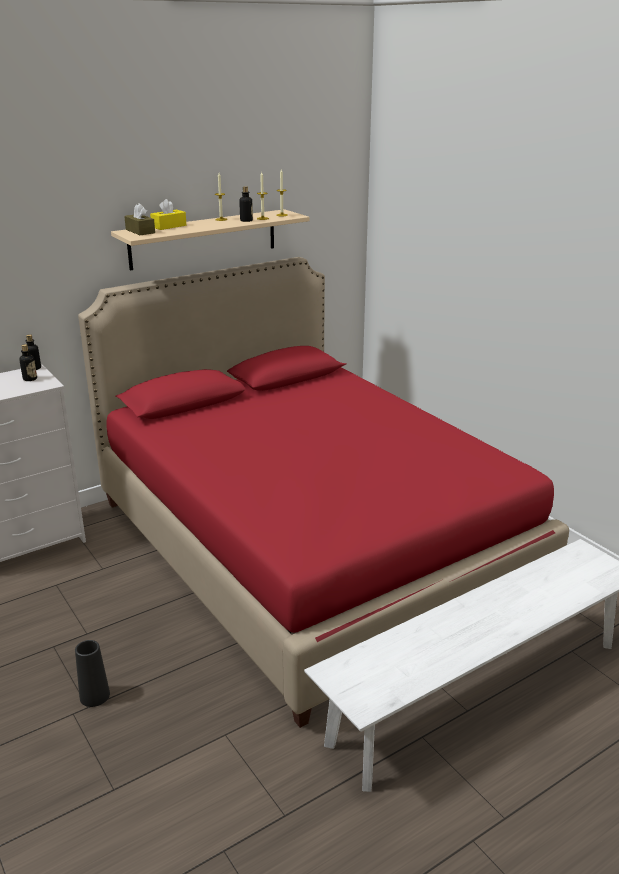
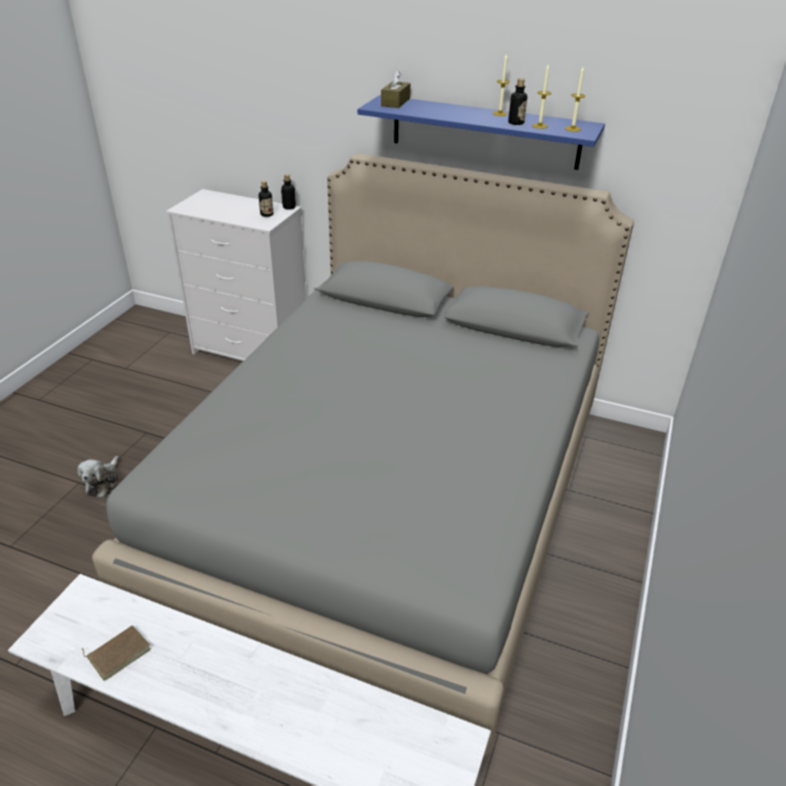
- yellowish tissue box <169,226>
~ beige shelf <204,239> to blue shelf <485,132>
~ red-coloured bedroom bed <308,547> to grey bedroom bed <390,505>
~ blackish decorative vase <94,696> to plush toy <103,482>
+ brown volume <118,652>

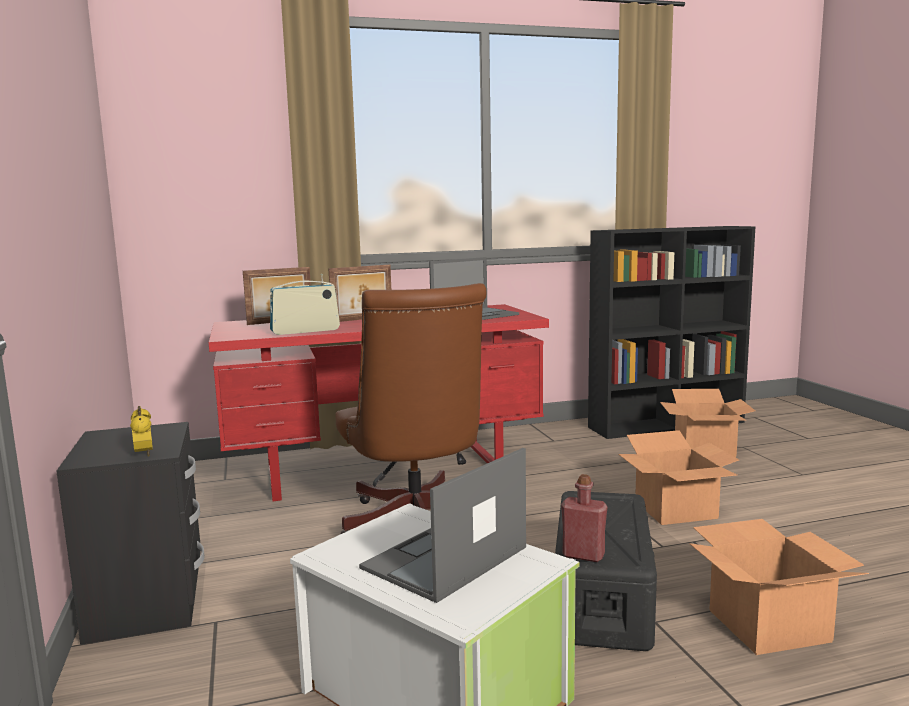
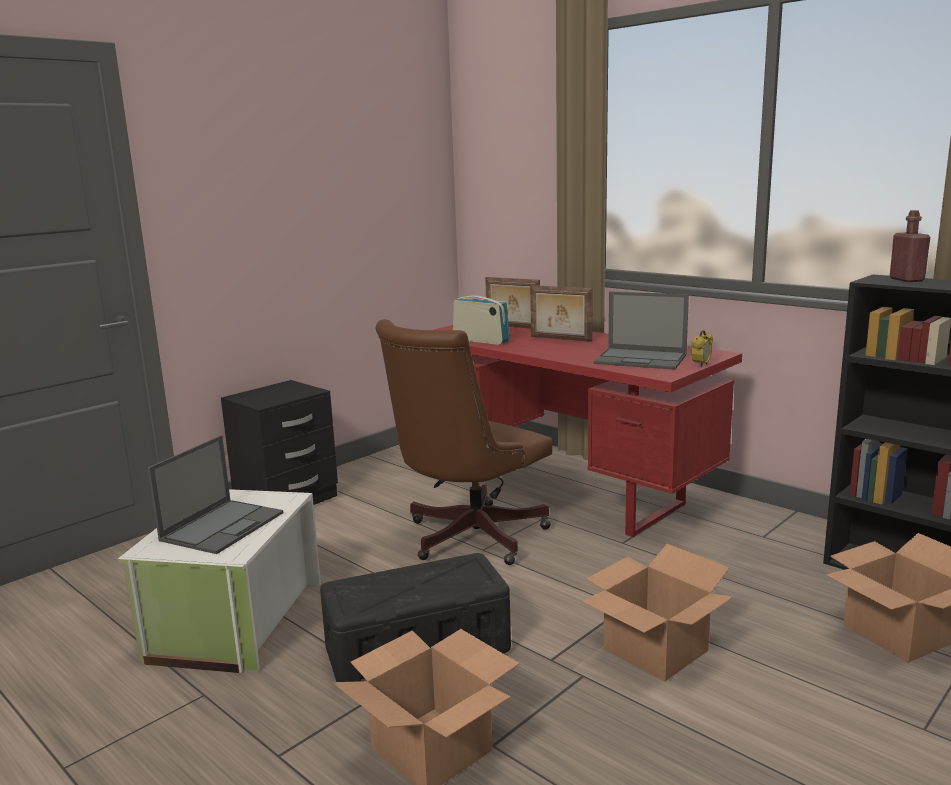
~ alarm clock <144,454> to <701,365>
~ laptop <444,559> = <223,526> 105 degrees clockwise
~ red-coloured beverage bottle <583,555> to <906,280>

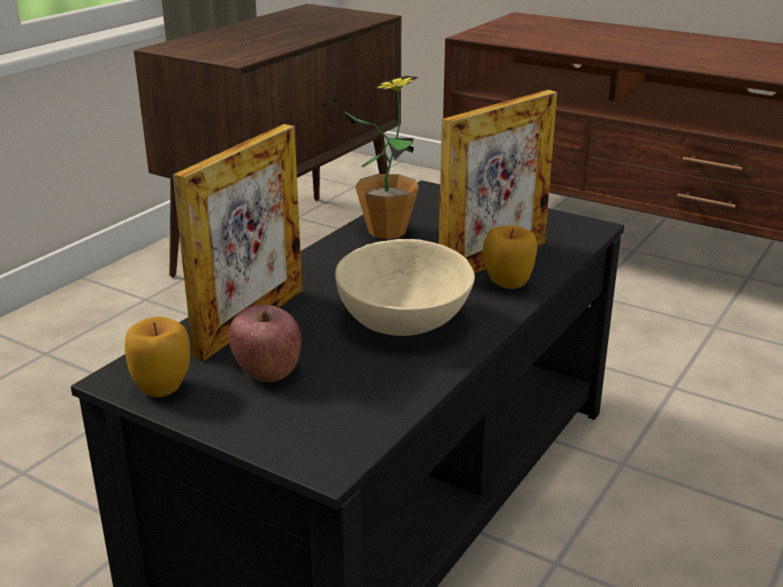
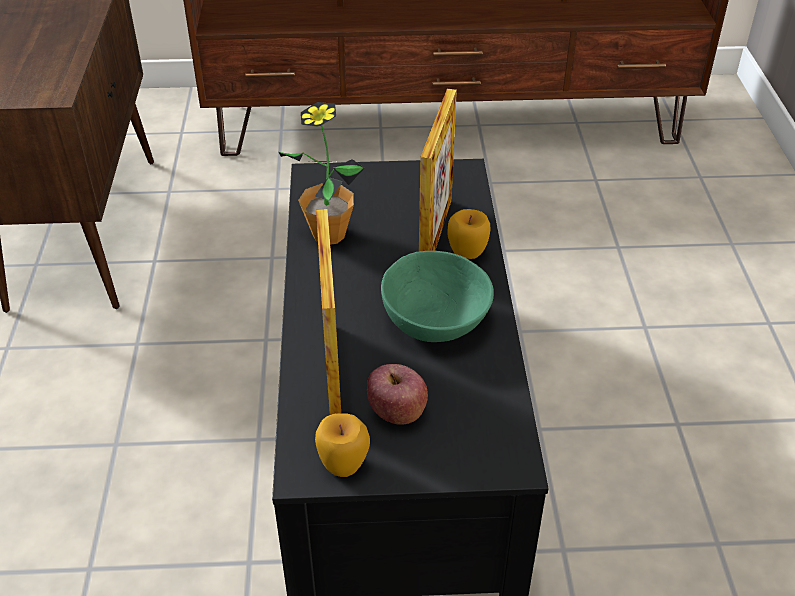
~ beige bowl <402,320> to greenish bowl <433,321>

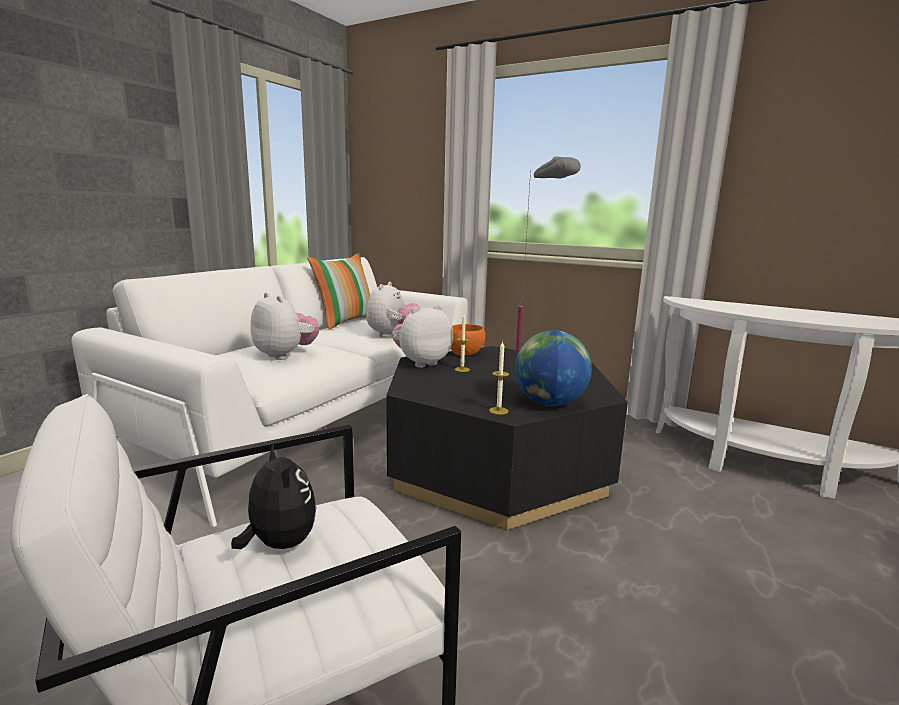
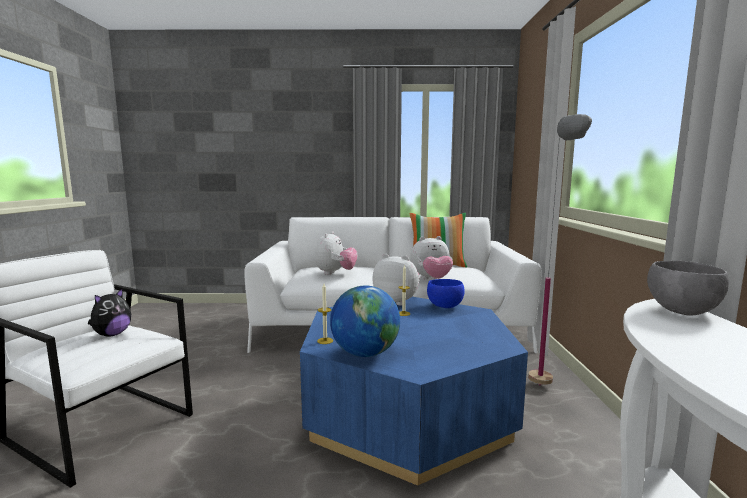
~ orange bowl <465,354> to blue bowl <445,306>
~ blackish lounge table <496,465> to blue lounge table <407,409>
+ grey bowl <681,311>

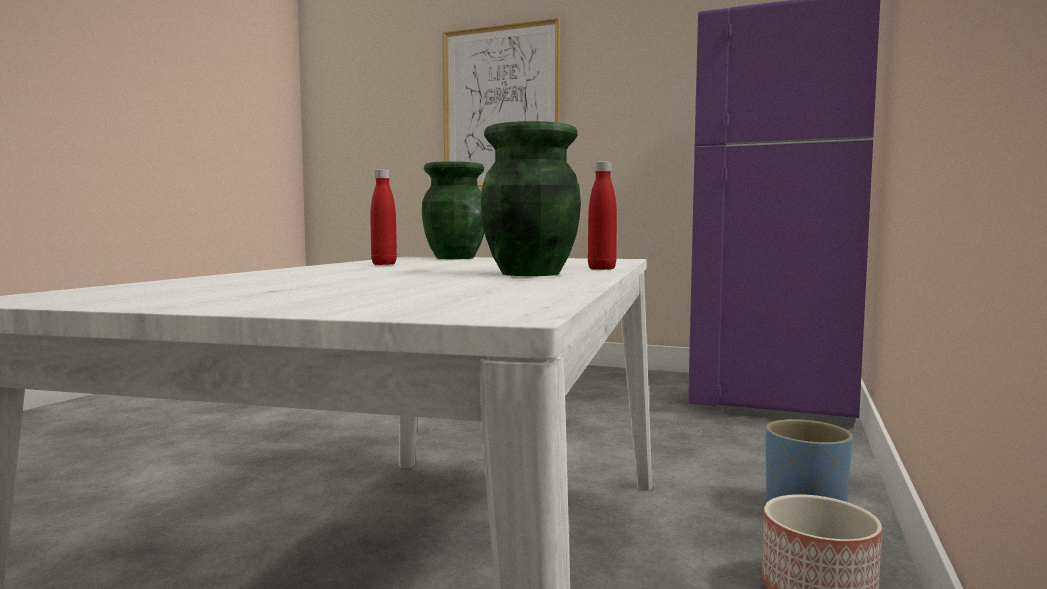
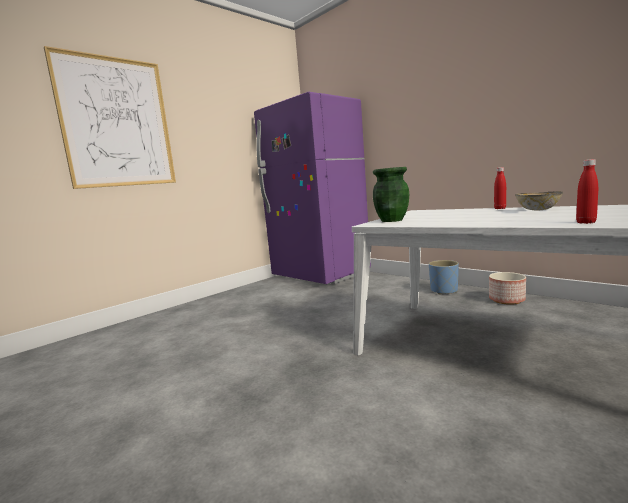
~ greenish decorative vase <530,274> to bowl <538,210>
~ red-coloured beverage bottle <384,264> to <586,222>

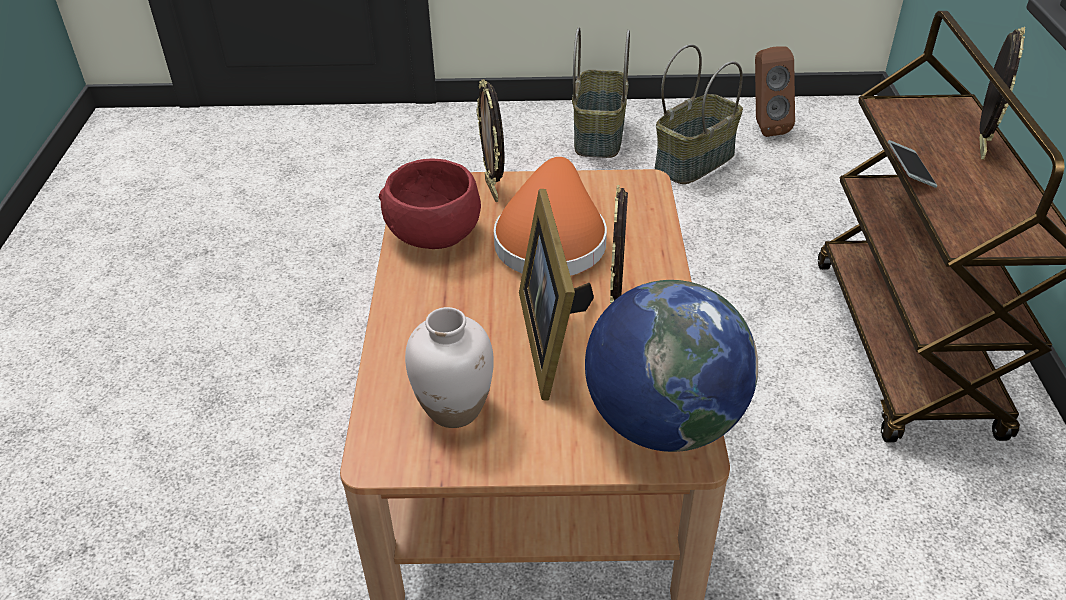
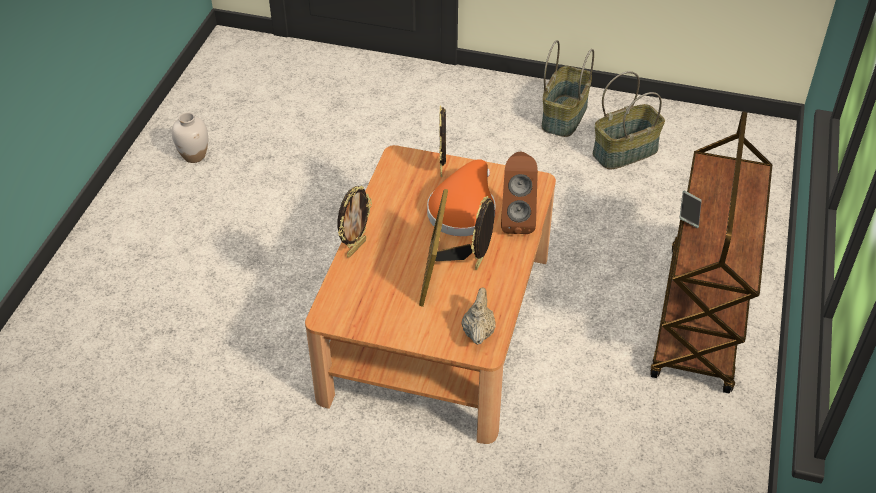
~ standing frame <979,147> to <355,248>
~ brown audio speaker <764,126> to <517,220>
- red-coloured bowl <433,235>
~ desk globe <663,422> to beige tea pot <478,331>
~ whitish decorative vase <455,408> to <194,156>

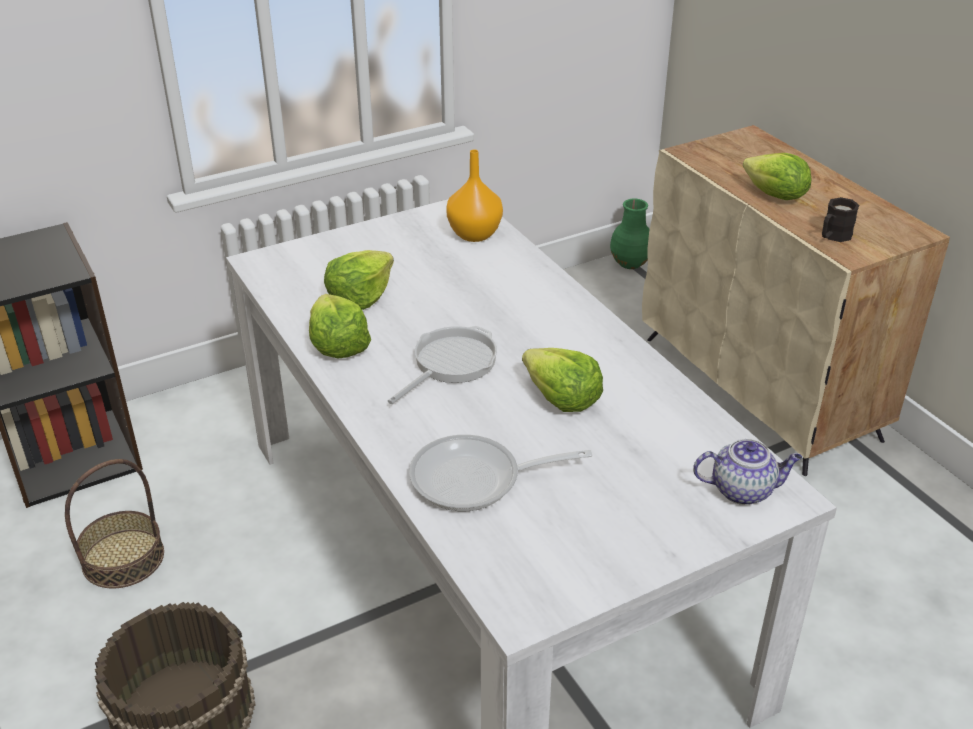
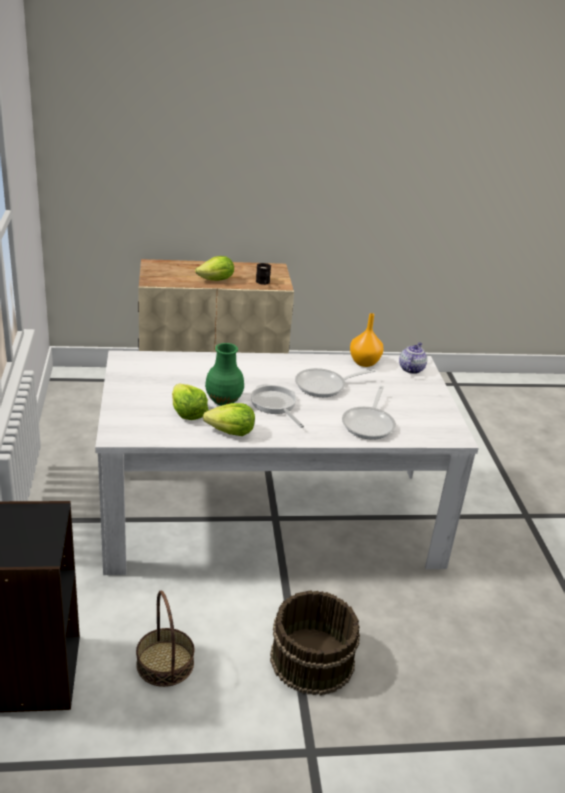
~ orange decorative vase <476,234> to <364,362>
~ greenish decorative vase <630,264> to <224,401>
~ lettuce head <561,398> to skillet <325,386>

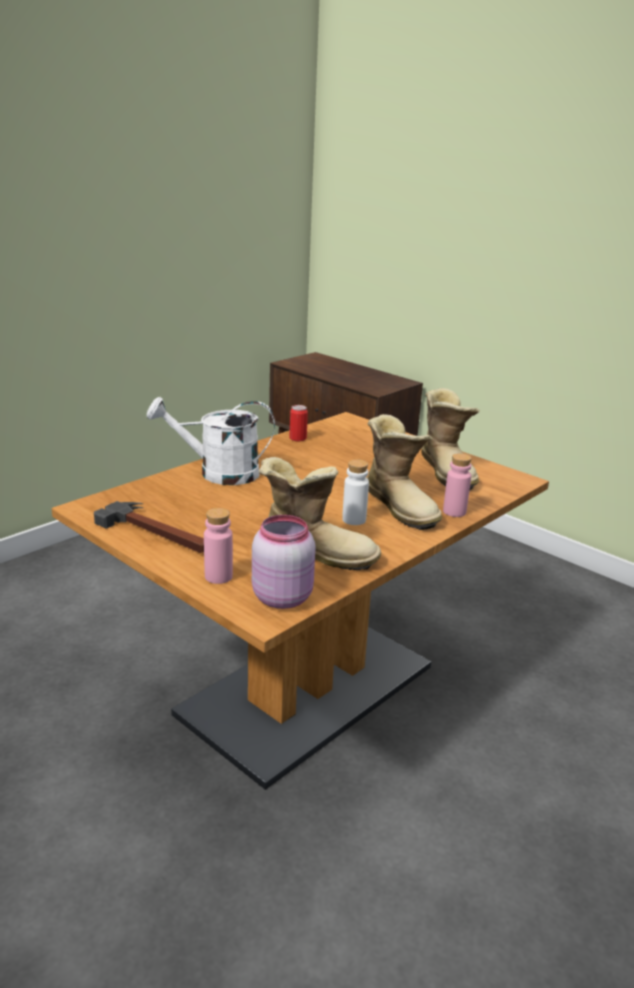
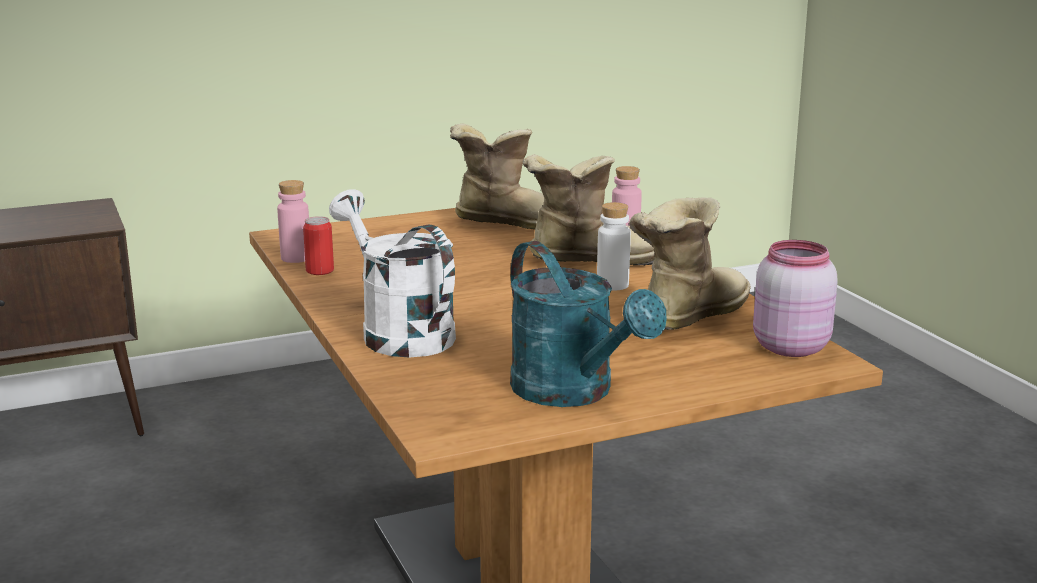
~ whitish watering pot <218,473> = <398,332> 120 degrees clockwise
~ tool hammer <156,533> to turquoise-coloured watering pot <573,393>
~ pink-coloured beverage bottle <218,576> to <296,258>

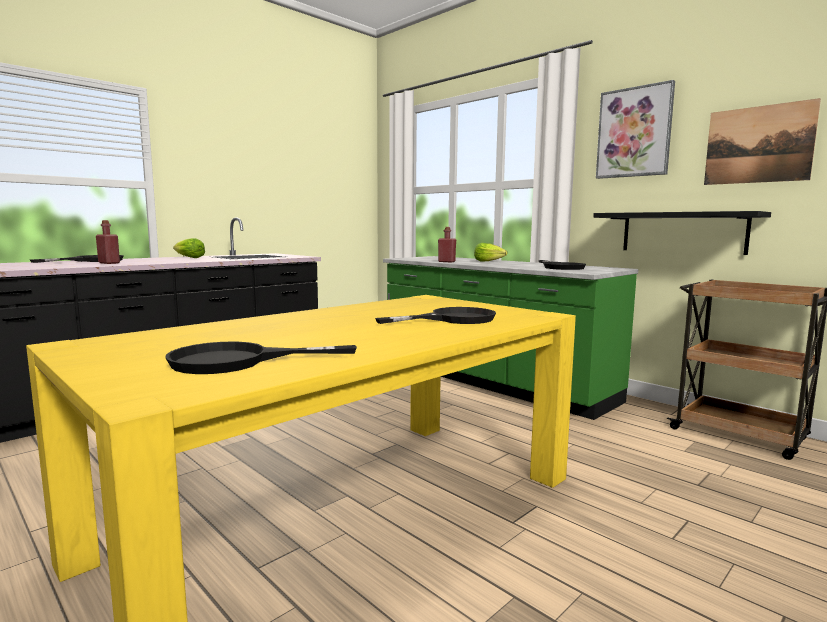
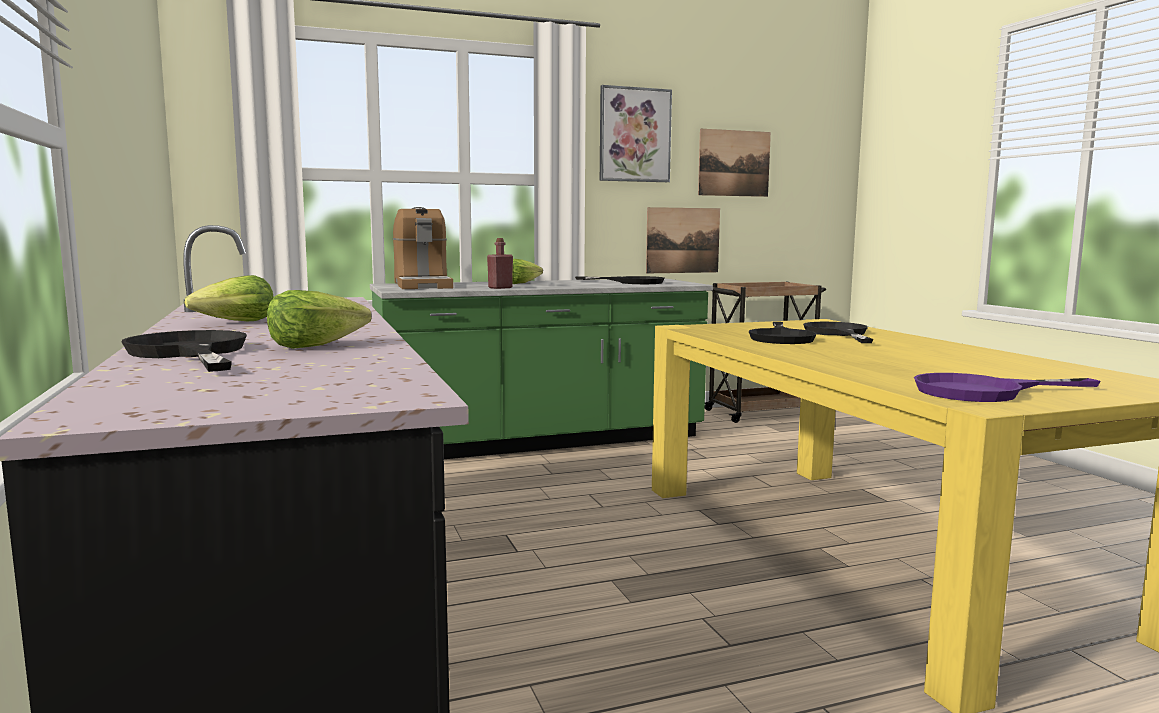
~ blackish shelf <682,232> to wall picture <683,240>
~ red-coloured beverage bottle <109,263> to lettuce head <316,346>
~ blackish skillet <238,361> to <781,337>
+ coffee machine <422,285>
+ purple-coloured skillet <984,392>

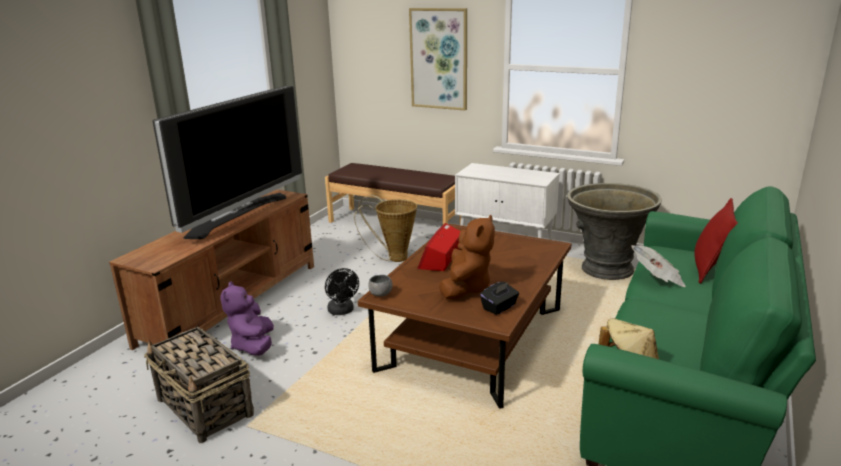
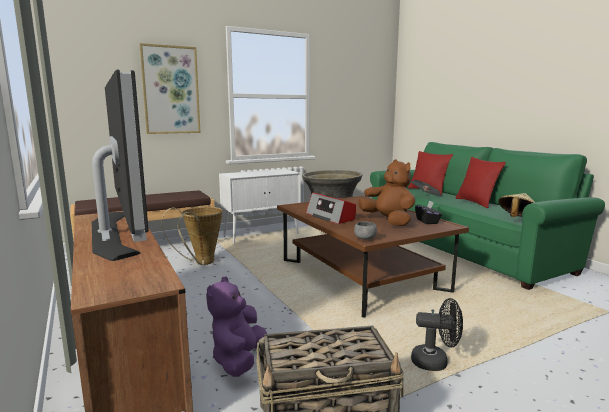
~ blackish electric fan <342,311> to <435,362>
~ purple-coloured plush toy <253,345> = <239,360> 75 degrees clockwise
+ red-coloured cushion <476,203>

